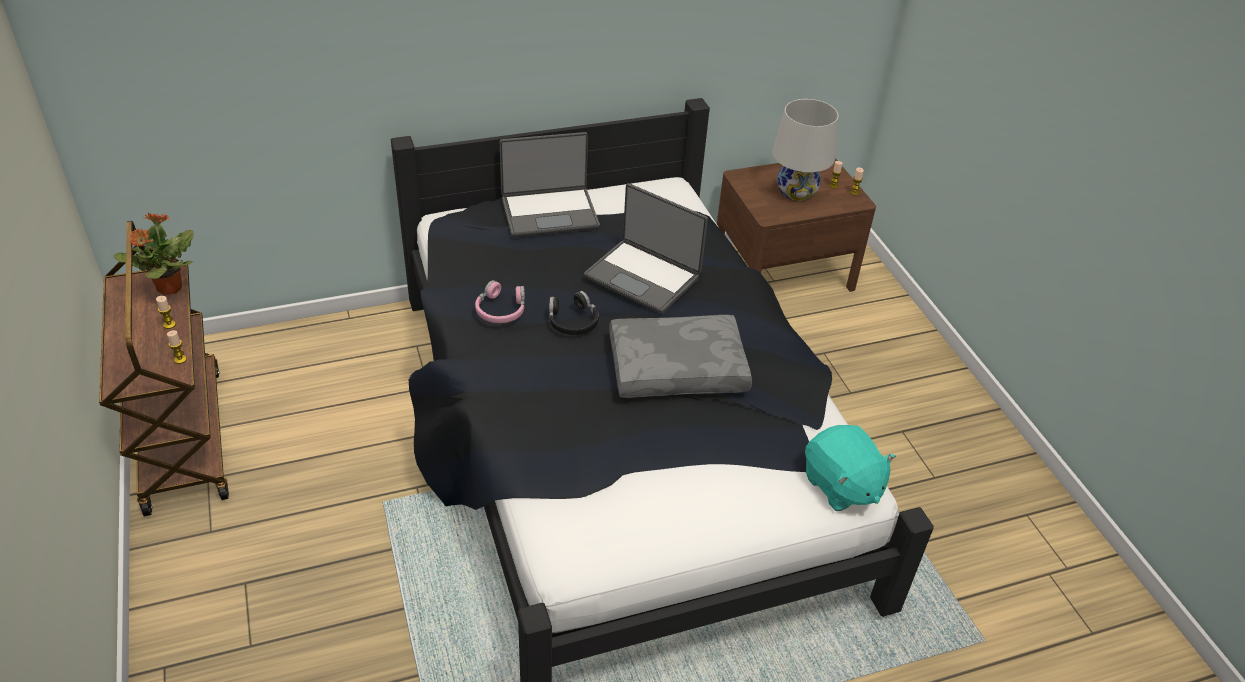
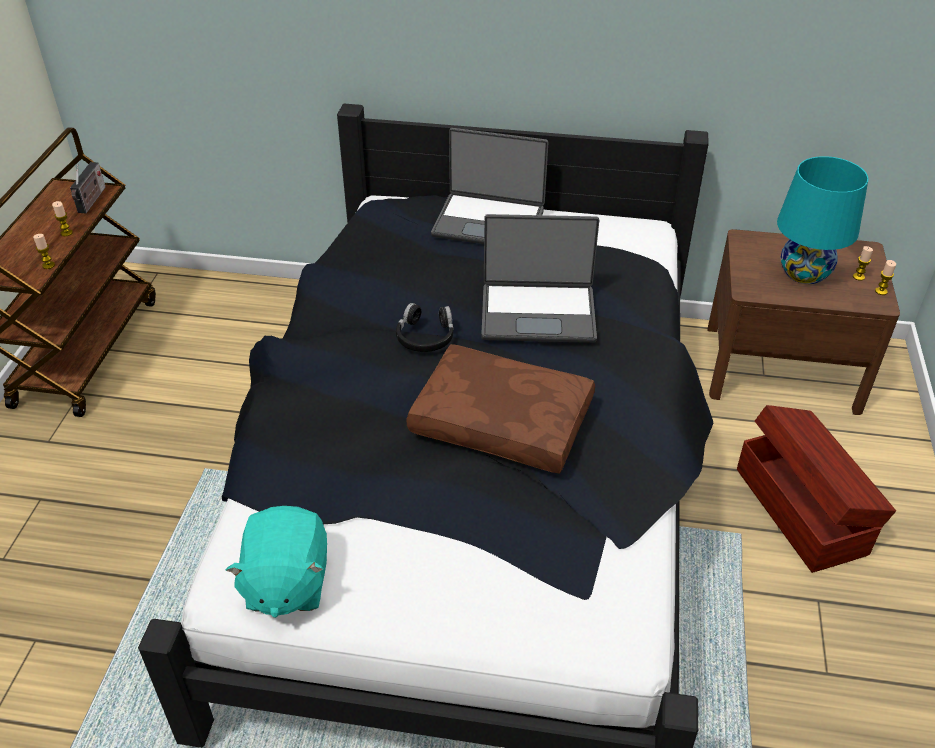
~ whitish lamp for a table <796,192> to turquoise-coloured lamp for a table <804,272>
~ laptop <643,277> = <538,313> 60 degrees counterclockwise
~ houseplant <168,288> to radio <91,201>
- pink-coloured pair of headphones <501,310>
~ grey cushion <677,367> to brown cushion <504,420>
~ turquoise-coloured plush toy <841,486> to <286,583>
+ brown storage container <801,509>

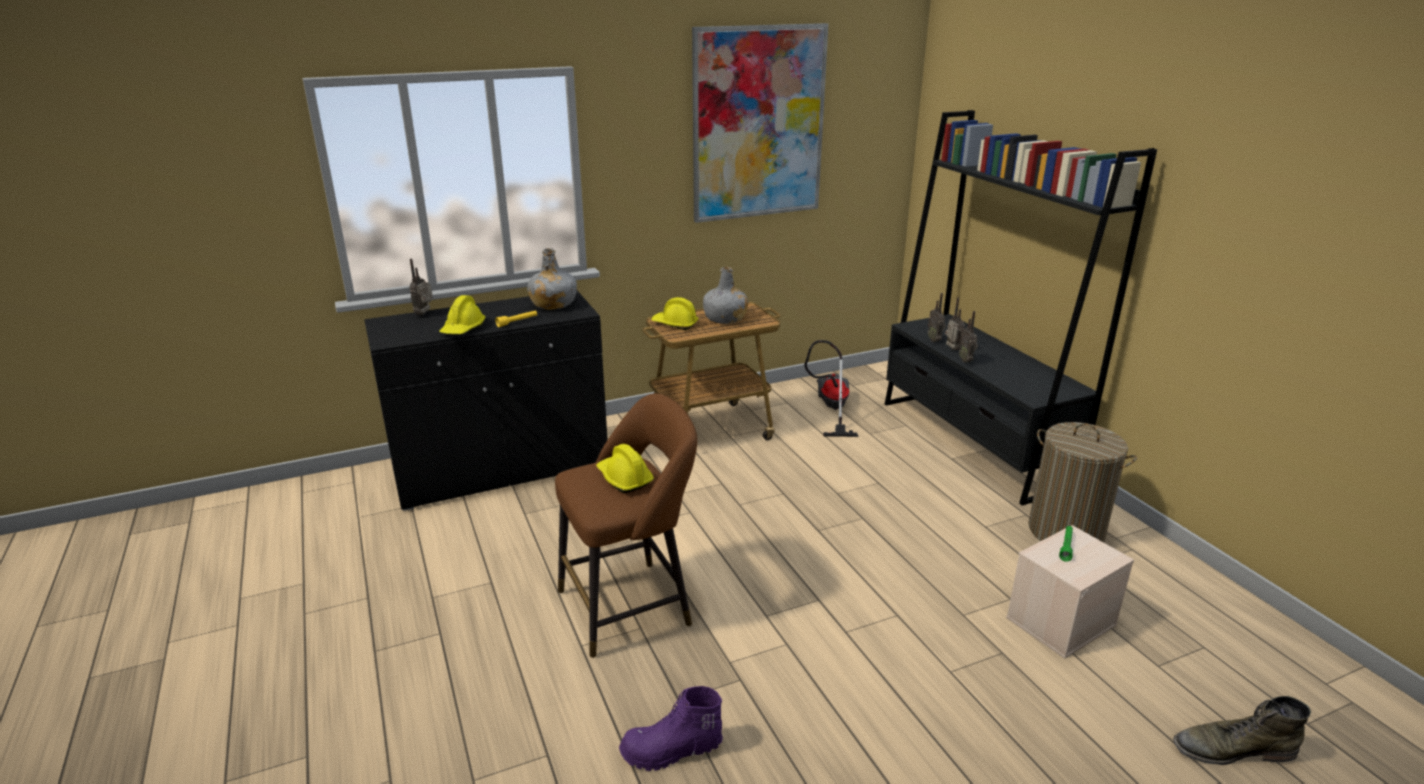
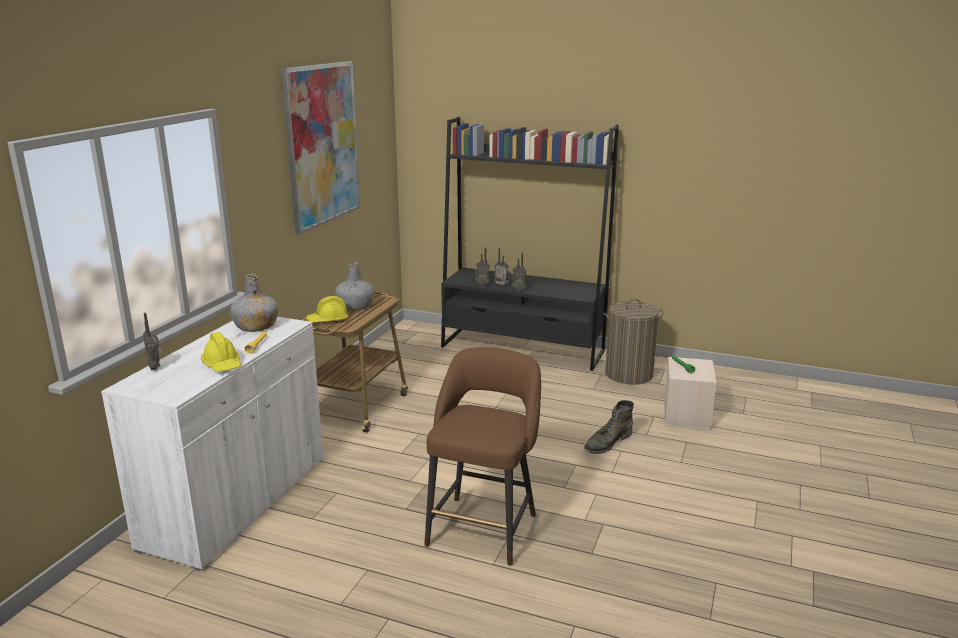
~ blackish cabinet <502,470> to whitish cabinet <237,502>
- vacuum <831,409>
- yellowish work helmet <624,478>
- purple-coloured boot <672,751>
~ greenish boot <1232,749> to <607,442>

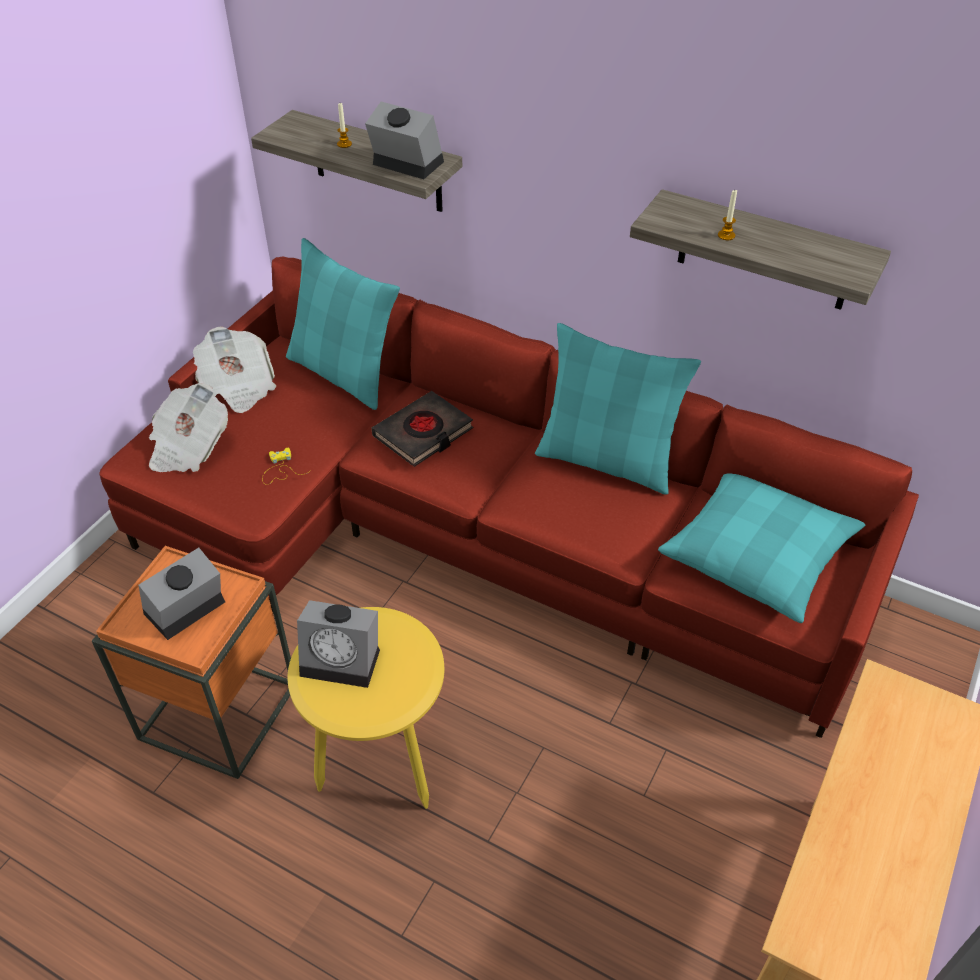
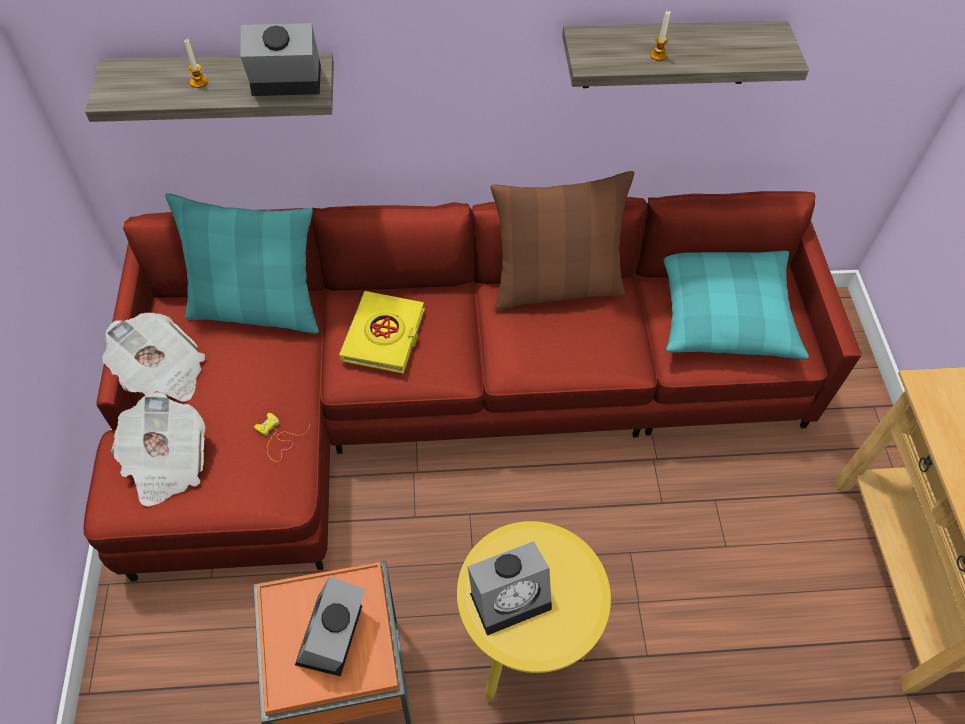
~ turquoise-coloured cushion <607,460> to brown cushion <556,286>
~ blackish volume <423,433> to yellowish volume <384,336>

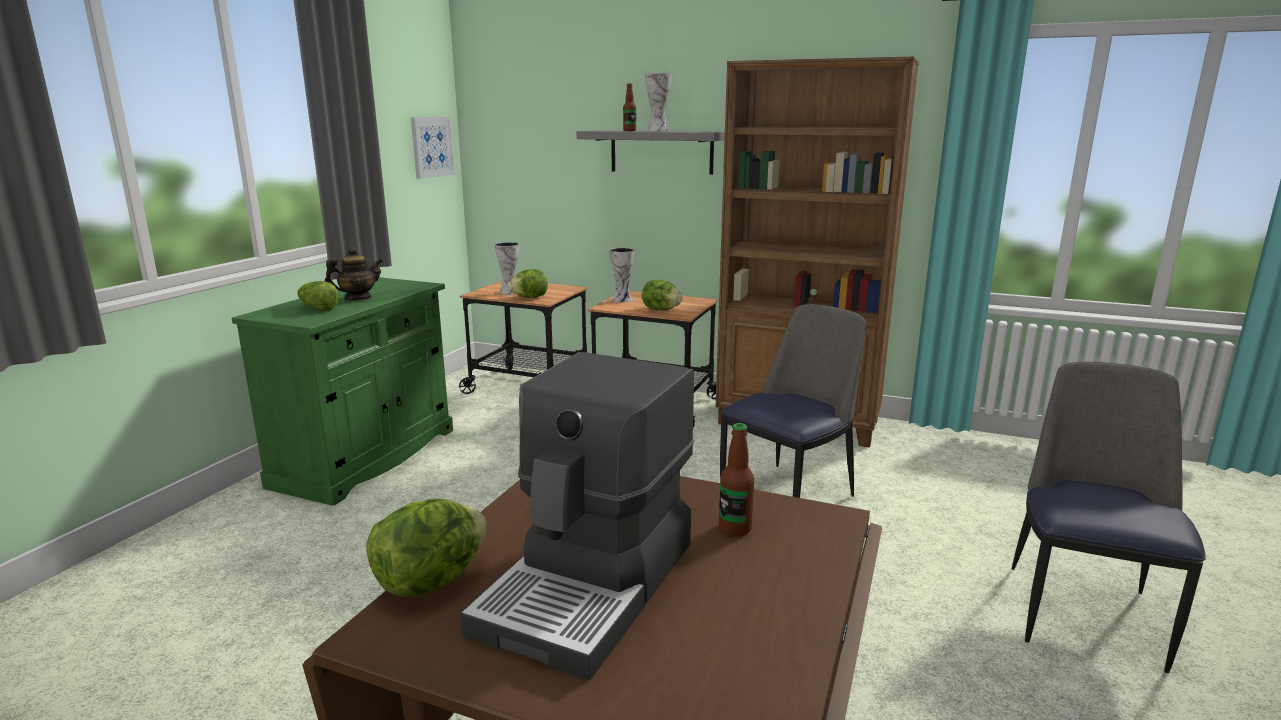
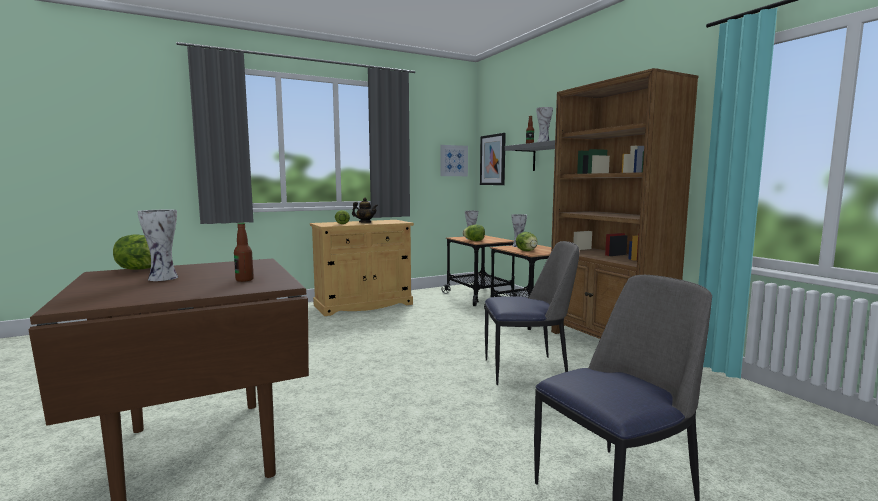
~ greenish cabinet <366,457> to beige cabinet <363,305>
~ coffee machine <591,585> to decorative vase <164,278>
+ wall picture <493,160>

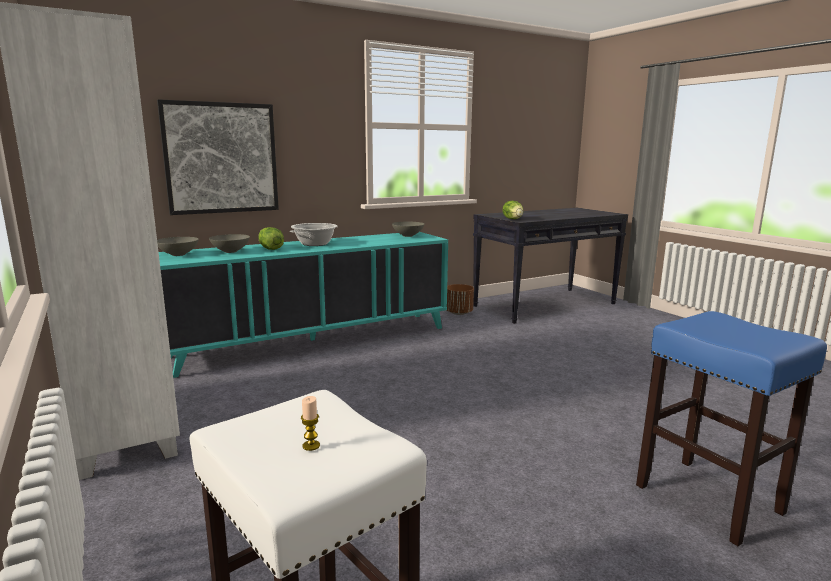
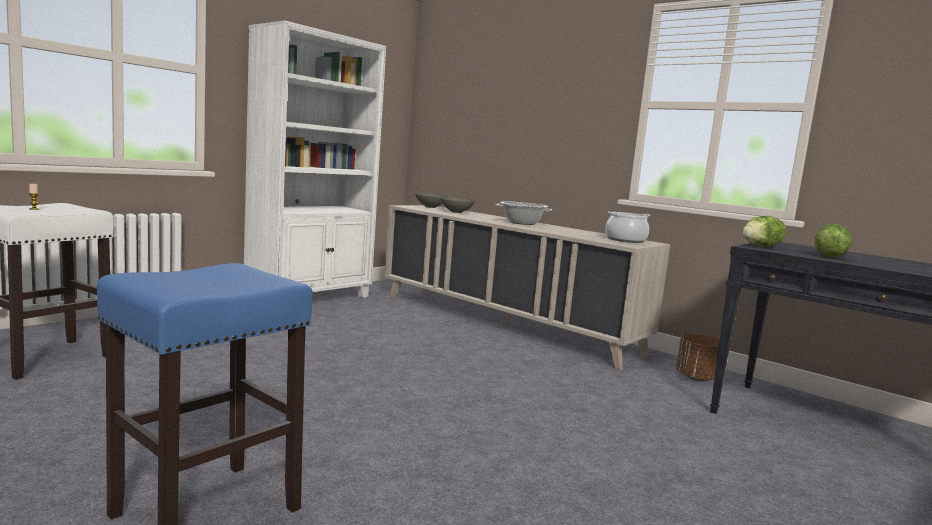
- wall picture <221,158>
~ grey bowl <408,236> to saucepot <625,240>
~ lettuce head <270,249> to <828,256>
~ turquoise-coloured cabinet <313,341> to beige cabinet <504,323>

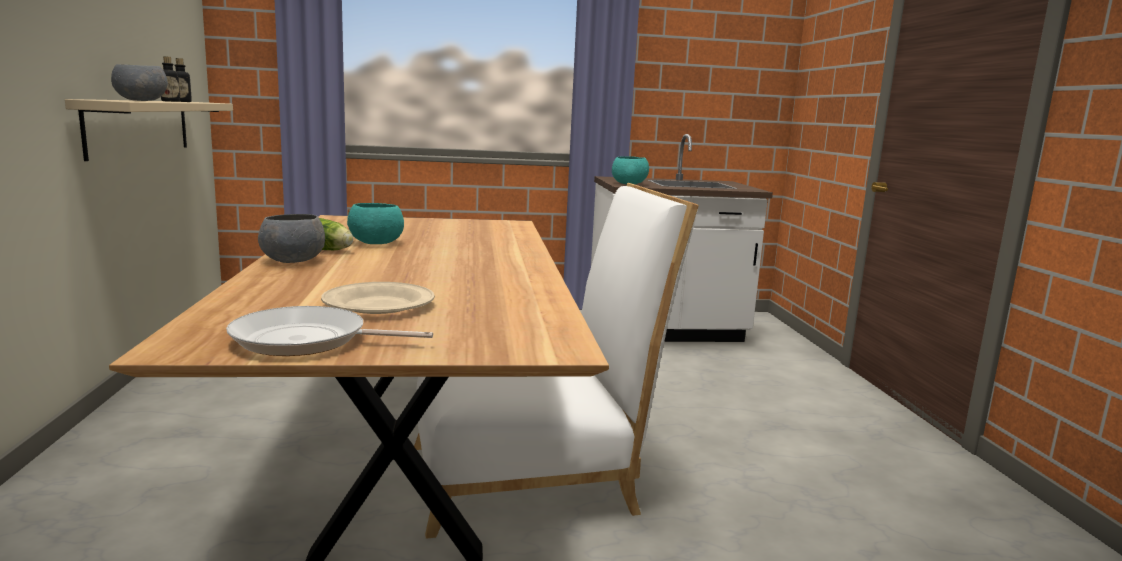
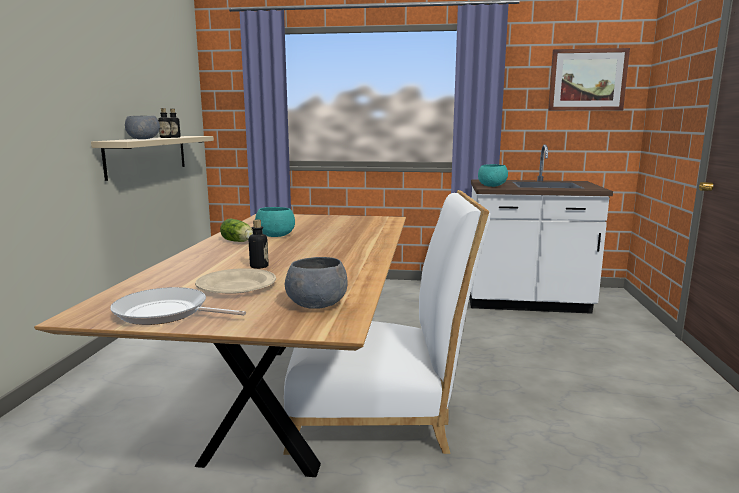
~ grey bowl <292,261> to <316,304>
+ wall picture <587,80>
+ beverage bottle <259,266>

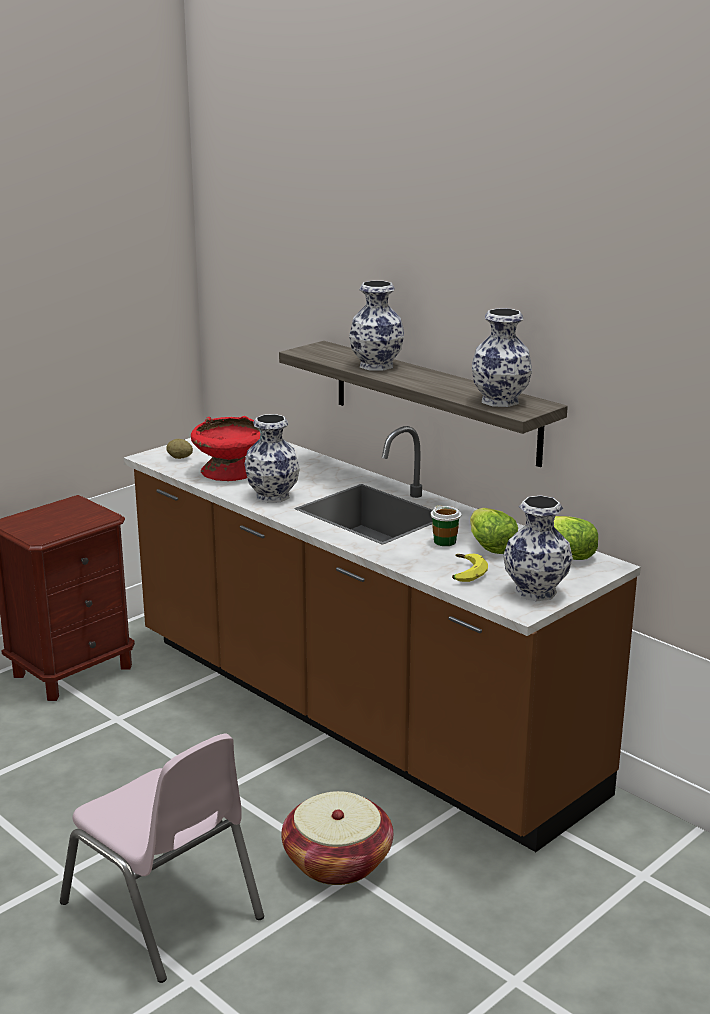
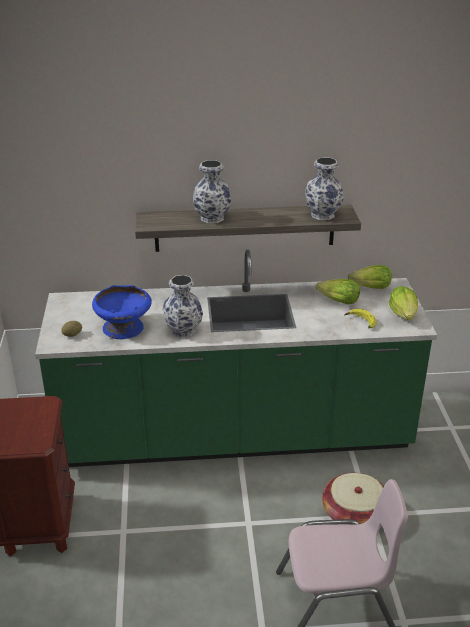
~ red-coloured bowl <231,471> to blue bowl <124,327>
~ brown kitchen base unit <355,716> to greenish kitchen base unit <235,438>
~ decorative vase <537,592> to lettuce head <403,314>
- small cup <445,541>

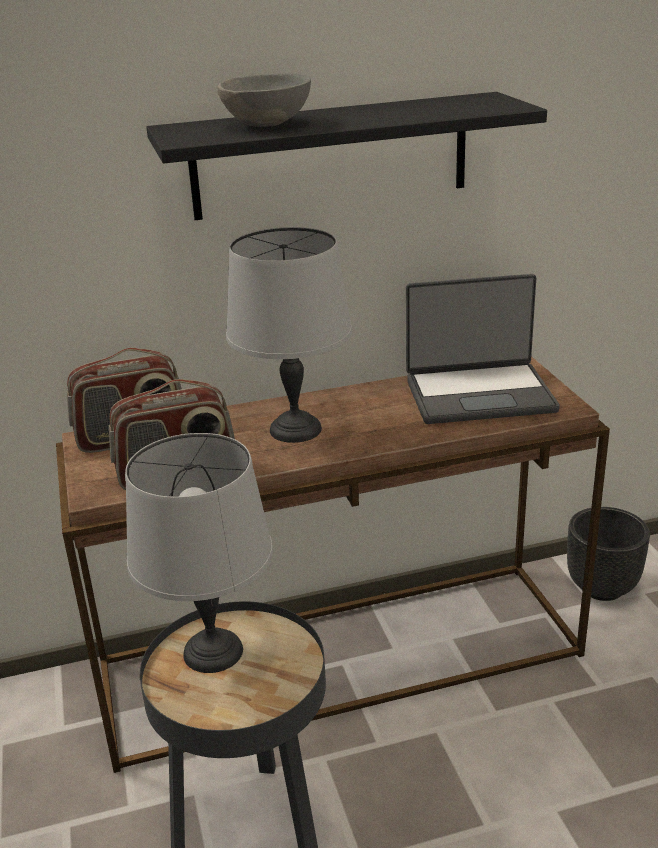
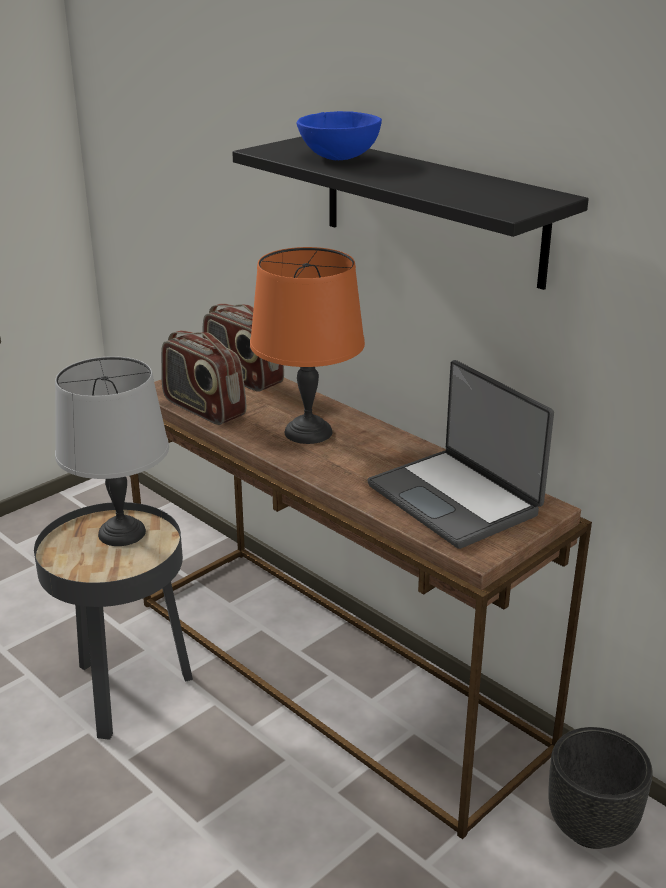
~ grey bowl <268,125> to blue bowl <338,159>
~ grey lamp for a table <294,429> to orange lamp for a table <308,431>

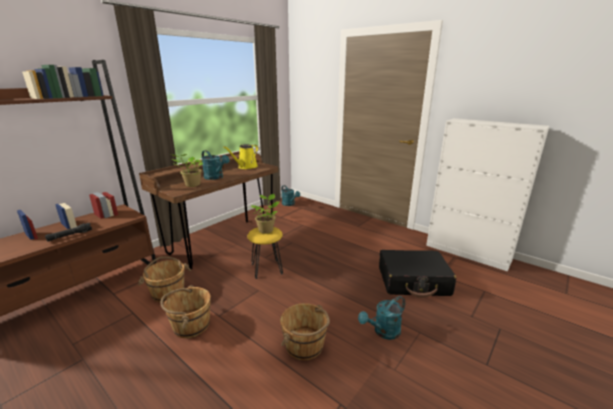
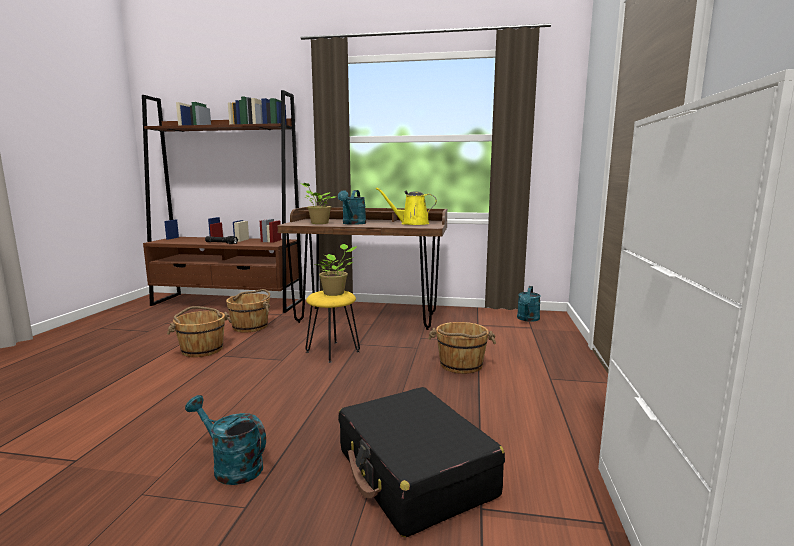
~ brown pail <305,345> to <460,365>

